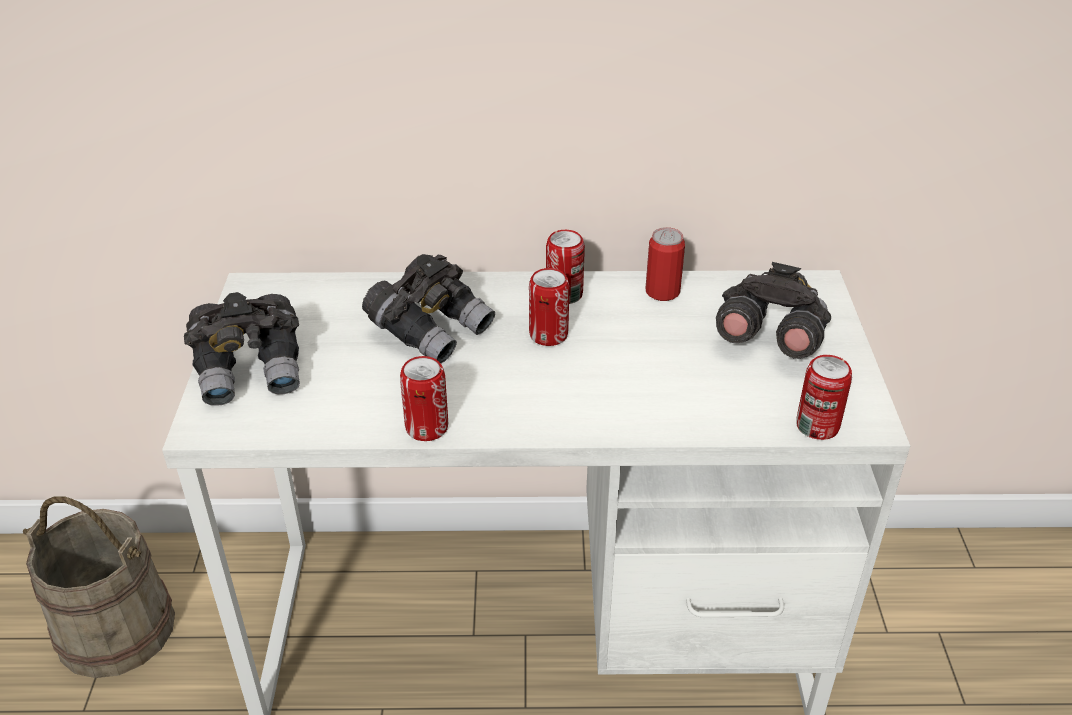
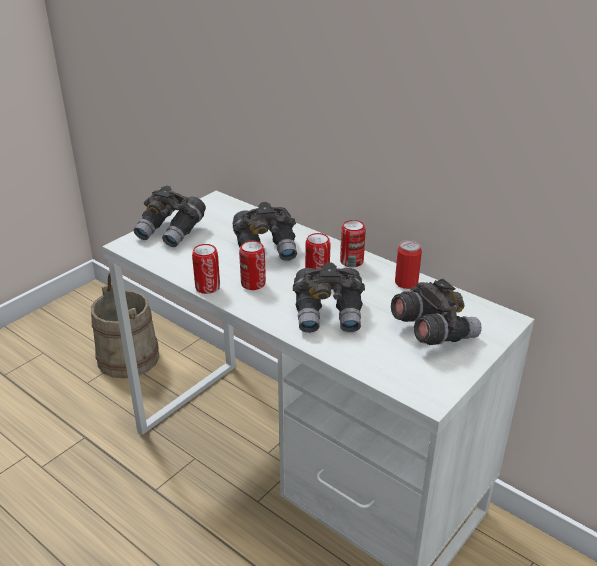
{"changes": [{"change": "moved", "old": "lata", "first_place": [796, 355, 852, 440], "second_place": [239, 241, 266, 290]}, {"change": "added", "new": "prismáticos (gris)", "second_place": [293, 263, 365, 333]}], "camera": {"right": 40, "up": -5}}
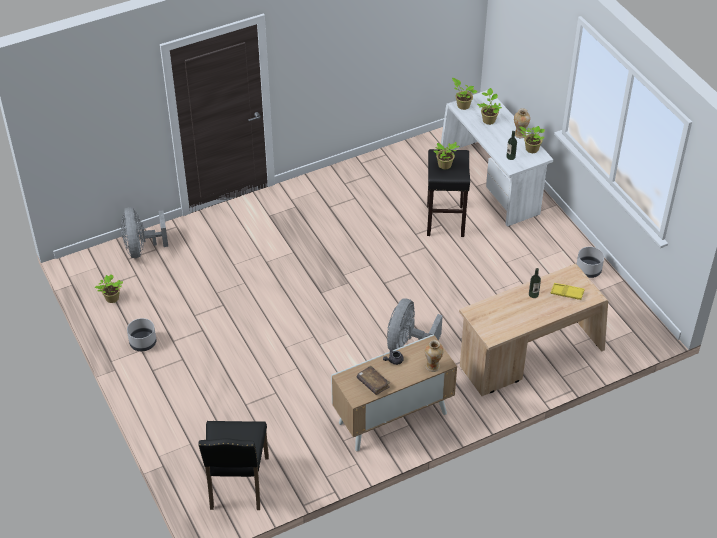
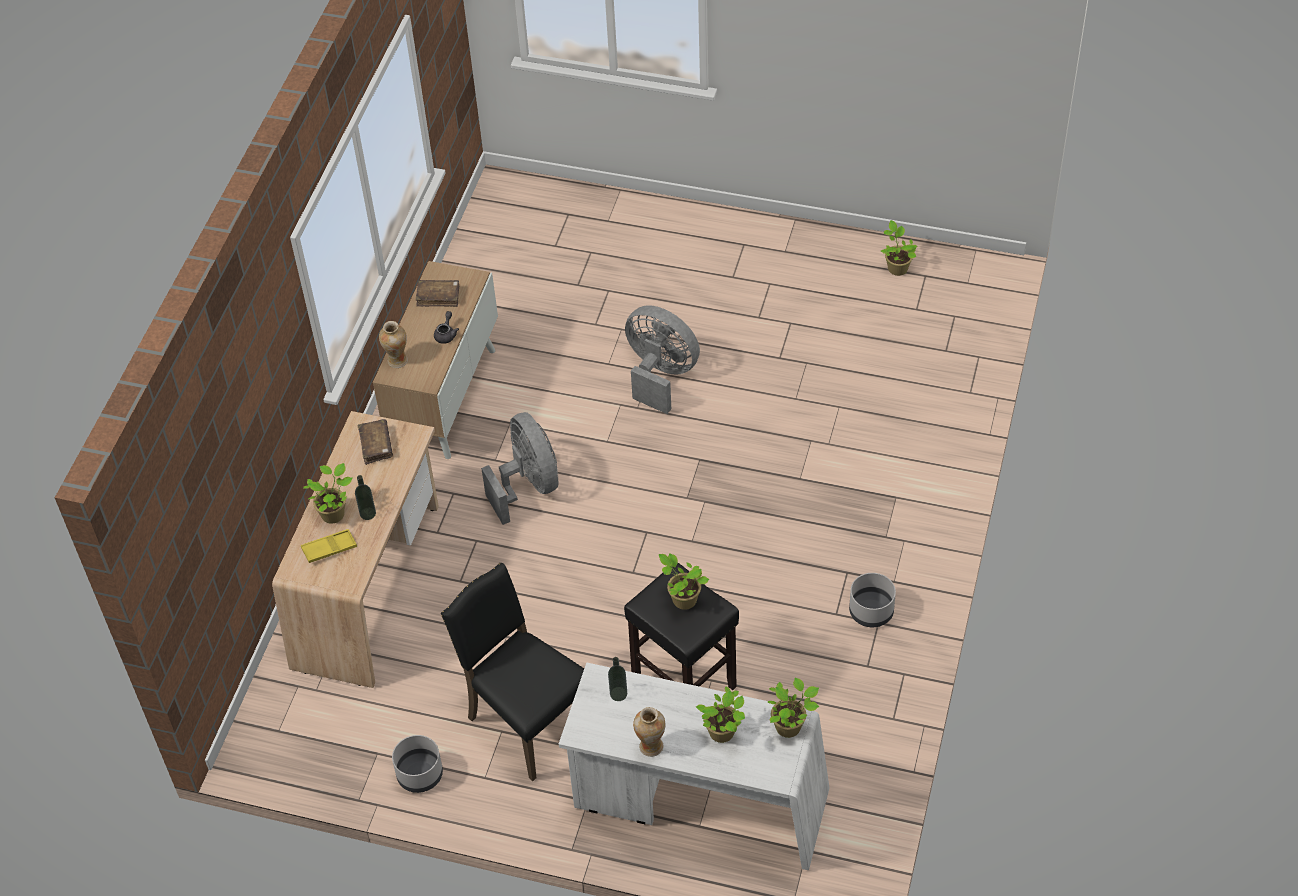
{"changes": [{"change": "moved", "old": "planta en maceta", "first_place": [520, 126, 545, 153], "second_place": [303, 463, 352, 524]}, {"change": "added", "new": "libro (marrón)", "second_place": [357, 419, 393, 465]}, {"change": "moved", "old": "silla (negro)", "first_place": [198, 421, 269, 510], "second_place": [441, 563, 584, 781]}, {"change": "moved", "old": "ventilador (gris)", "first_place": [121, 207, 169, 258], "second_place": [625, 305, 700, 414]}, {"change": "moved", "old": "maceta (gris)", "first_place": [127, 318, 157, 351], "second_place": [849, 573, 896, 627]}], "camera": {"right": 135, "up": 5}}
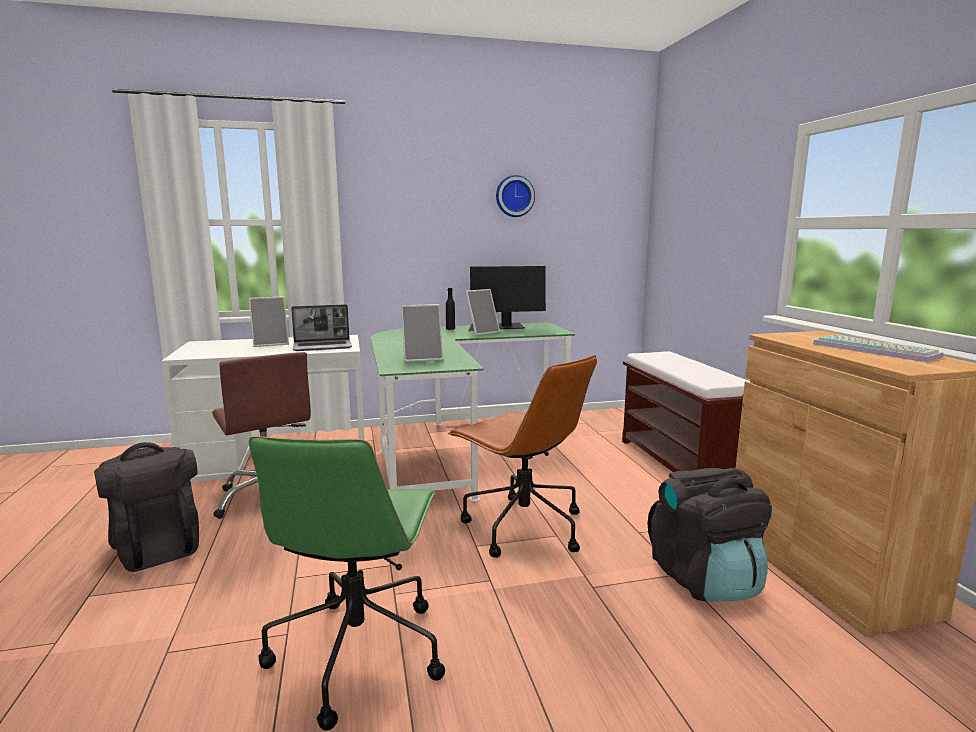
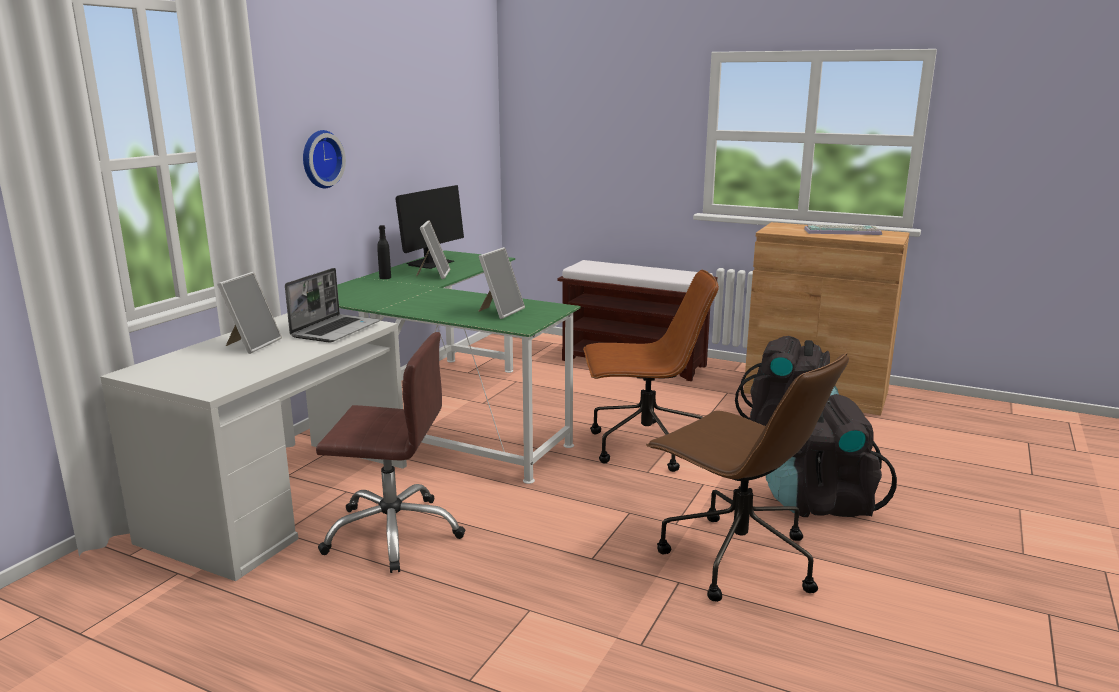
{"changes": [{"change": "moved", "old": "reloj de pared", "first_place": [496, 175, 535, 217], "second_place": [303, 130, 346, 188]}, {"change": "recoloured", "old": "silla de oficina (verde)", "new": "silla de oficina (marrón)", "first_place": [249, 436, 445, 731], "second_place": [646, 353, 849, 602]}, {"change": "moved", "old": "mochila (negro)", "first_place": [94, 442, 199, 572], "second_place": [766, 394, 897, 517]}], "camera": {"right": -50, "up": 5}}
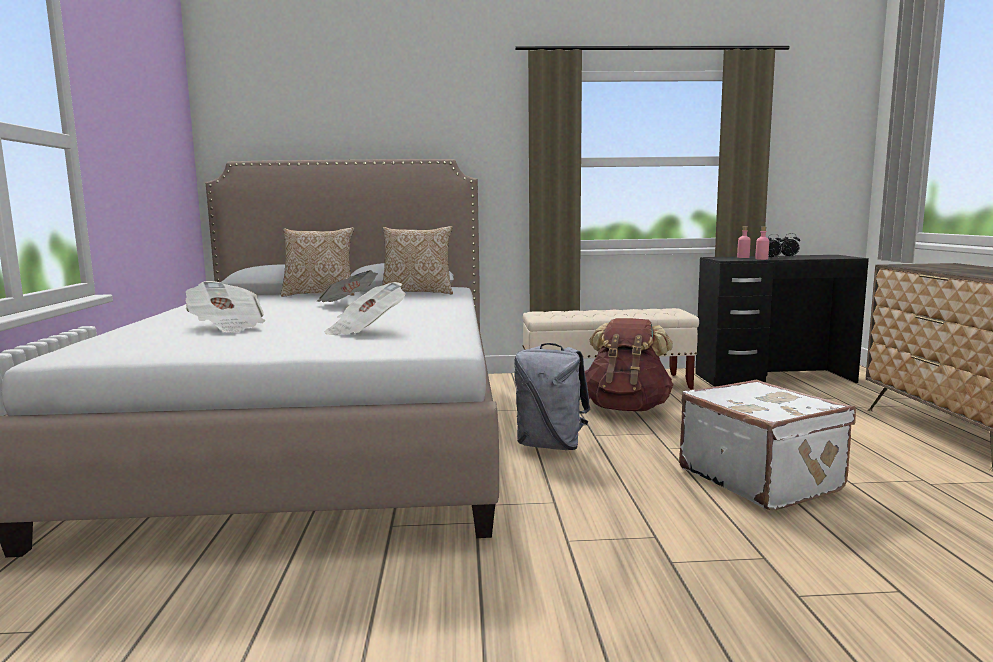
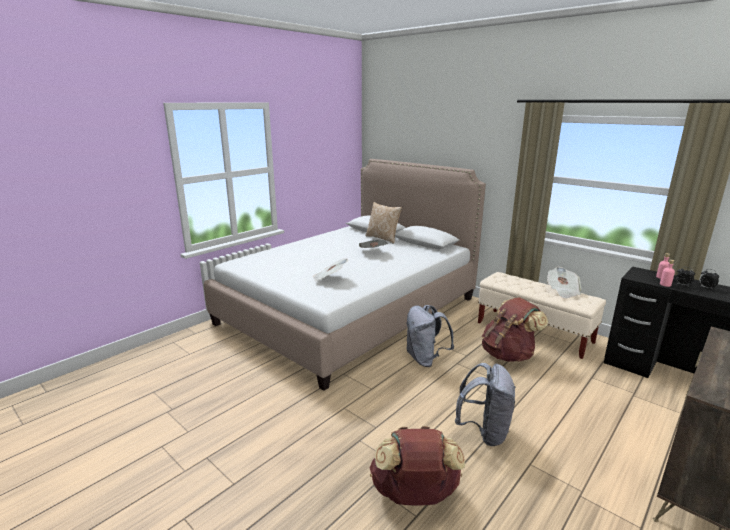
{"changes": [{"change": "added", "new": "mochila (marrón)", "second_place": [370, 426, 465, 505]}, {"change": "replaced", "old": "maleta (blanco)", "new": "mochila (gris)", "first_place": [679, 379, 856, 510], "second_place": [455, 363, 516, 446]}, {"change": "moved", "old": "periódico", "first_place": [186, 281, 265, 333], "second_place": [547, 267, 581, 298]}, {"change": "removed", "old": "cojín", "first_place": [382, 226, 453, 294]}], "camera": {"right": 45, "up": 10}}
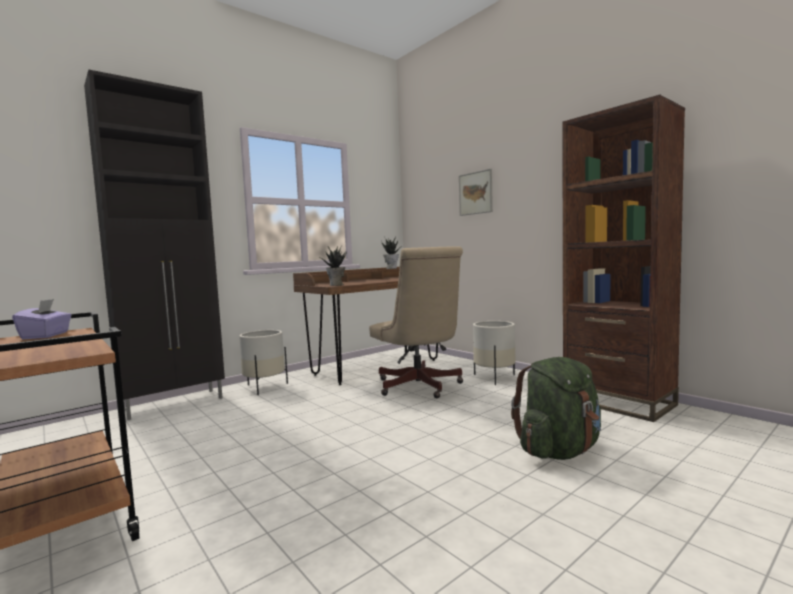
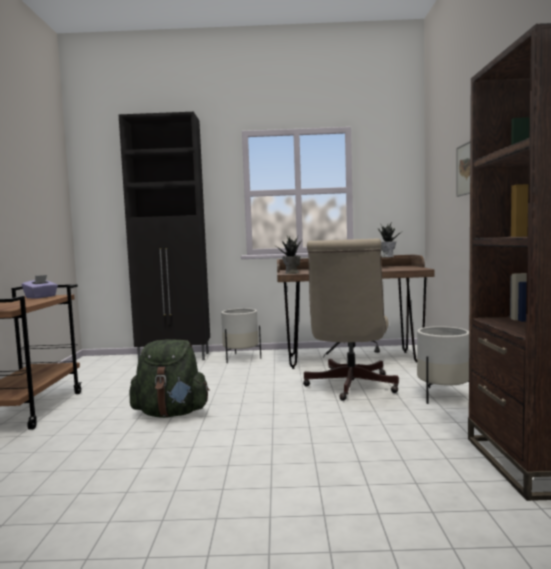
{"changes": [{"change": "moved", "old": "mochila (verde)", "first_place": [511, 357, 601, 460], "second_place": [130, 339, 210, 418]}], "camera": {"right": 40, "up": 0}}
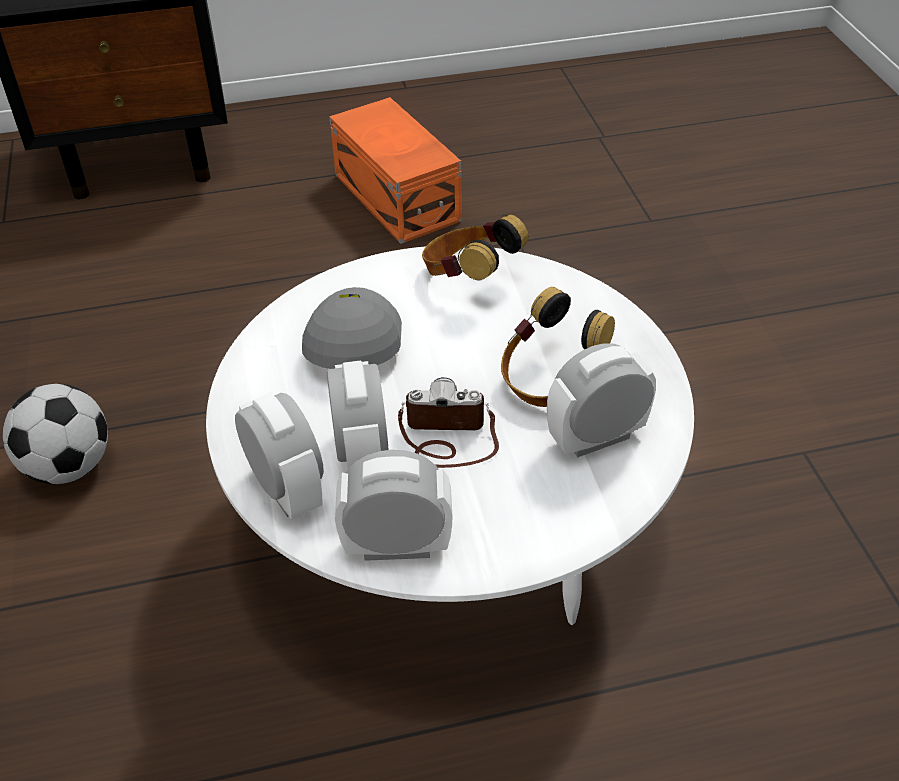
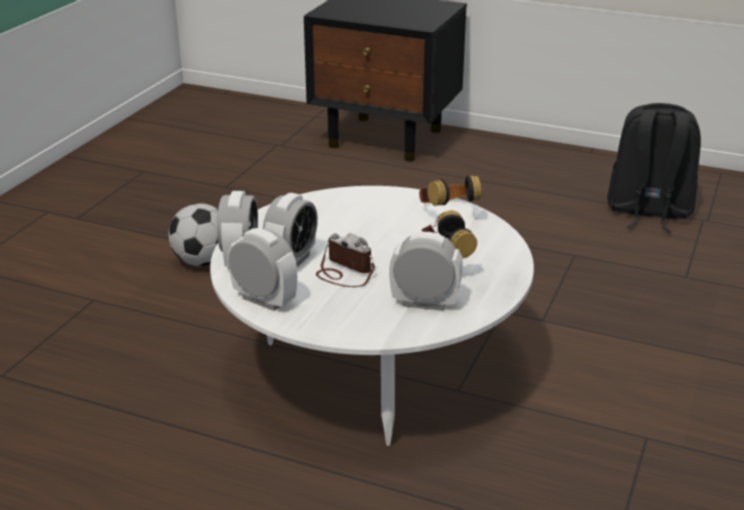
{"changes": [{"change": "added", "new": "mochila (negro)", "second_place": [607, 103, 701, 233]}, {"change": "removed", "old": "gorra (gris)", "first_place": [302, 287, 402, 369]}, {"change": "removed", "old": "caja de almacenaje (naranja)", "first_place": [329, 97, 462, 244]}], "camera": {"right": 35, "up": -15}}
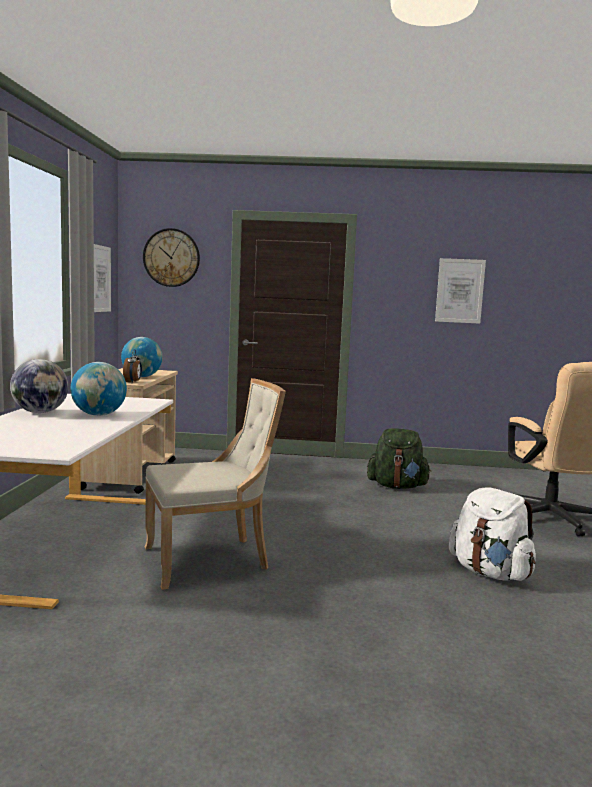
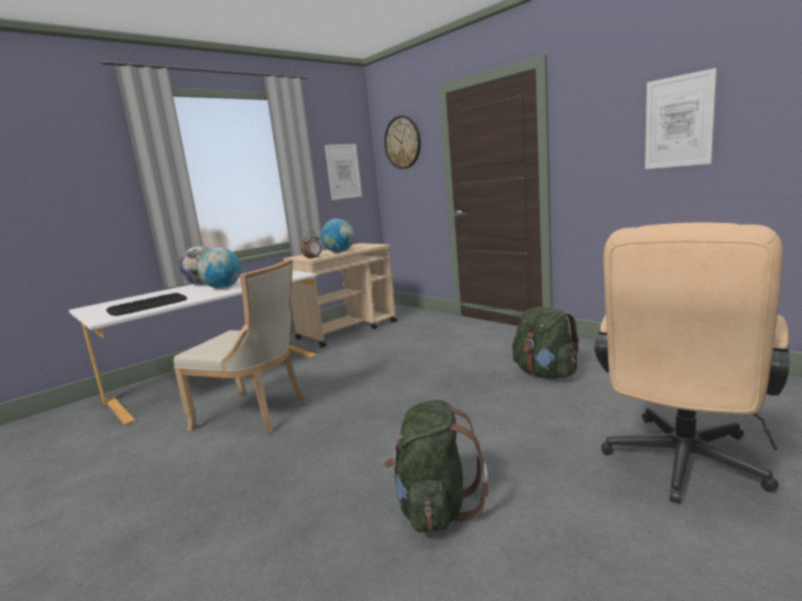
{"changes": [{"change": "added", "new": "teclado", "second_place": [106, 293, 187, 316]}, {"change": "recoloured", "old": "mochila (blanco)", "new": "mochila (verde)", "first_place": [449, 487, 536, 581], "second_place": [384, 400, 488, 533]}], "camera": {"right": 45, "up": 5}}
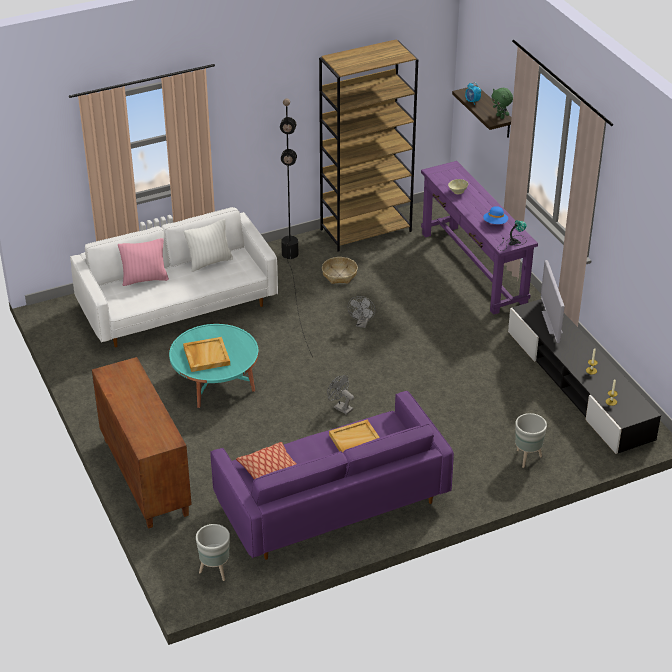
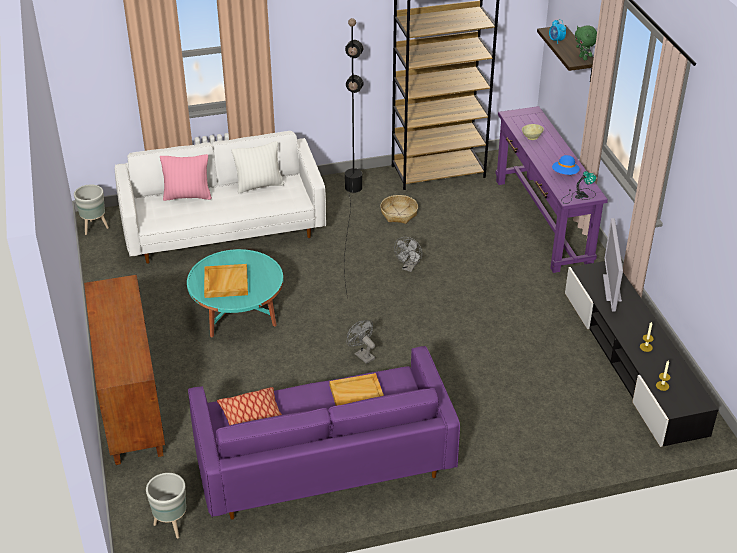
{"changes": [{"change": "moved", "old": "maceta (gris)", "first_place": [515, 413, 547, 468], "second_place": [74, 184, 109, 235]}], "camera": {"right": 10, "up": 0}}
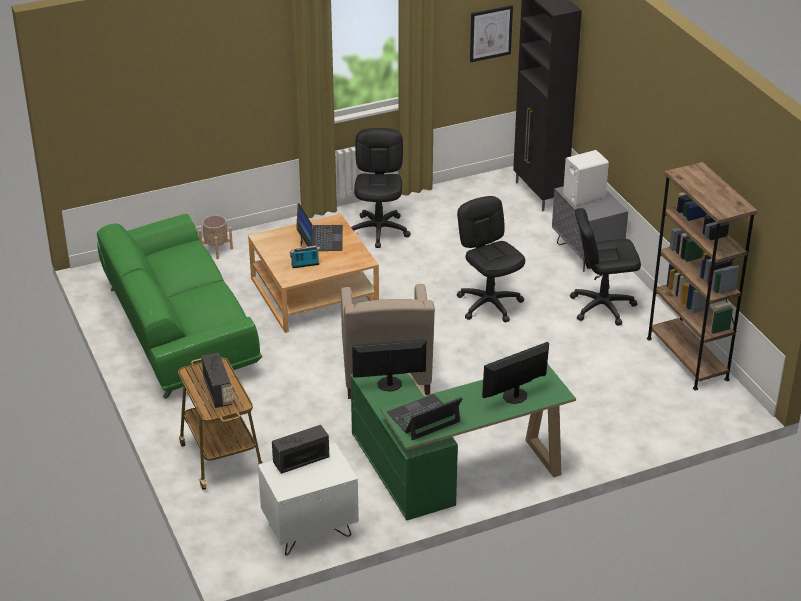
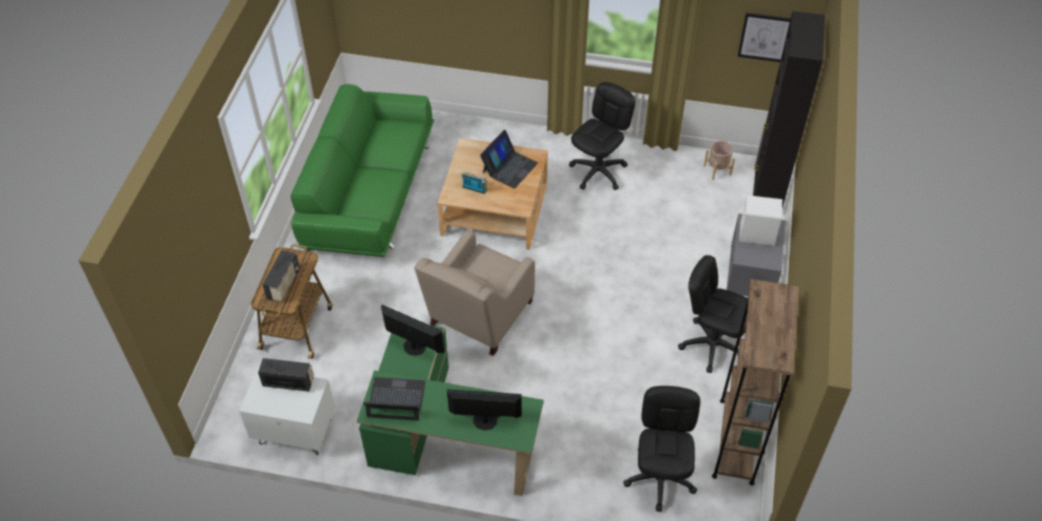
{"changes": [{"change": "moved", "old": "silla de oficina (negro)", "first_place": [457, 196, 525, 322], "second_place": [623, 386, 700, 512]}, {"change": "moved", "old": "maceta (beis)", "first_place": [199, 215, 233, 259], "second_place": [704, 141, 735, 180]}], "camera": {"right": 35, "up": 15}}
